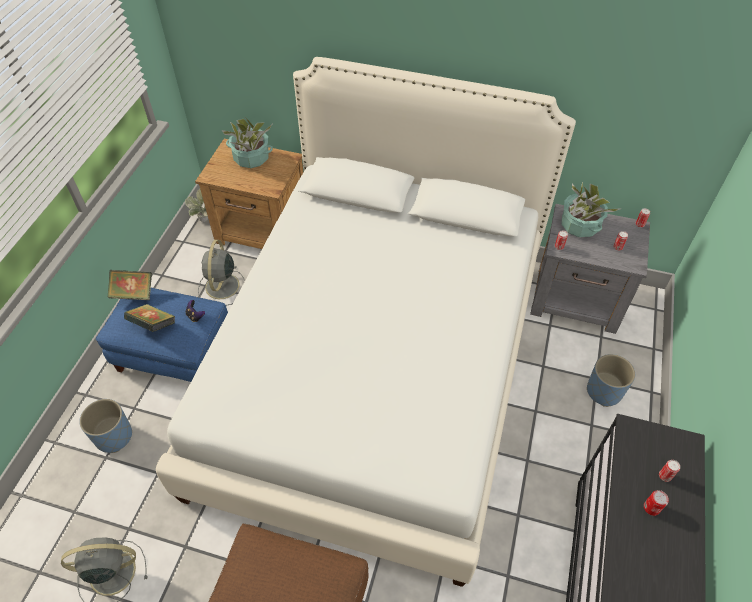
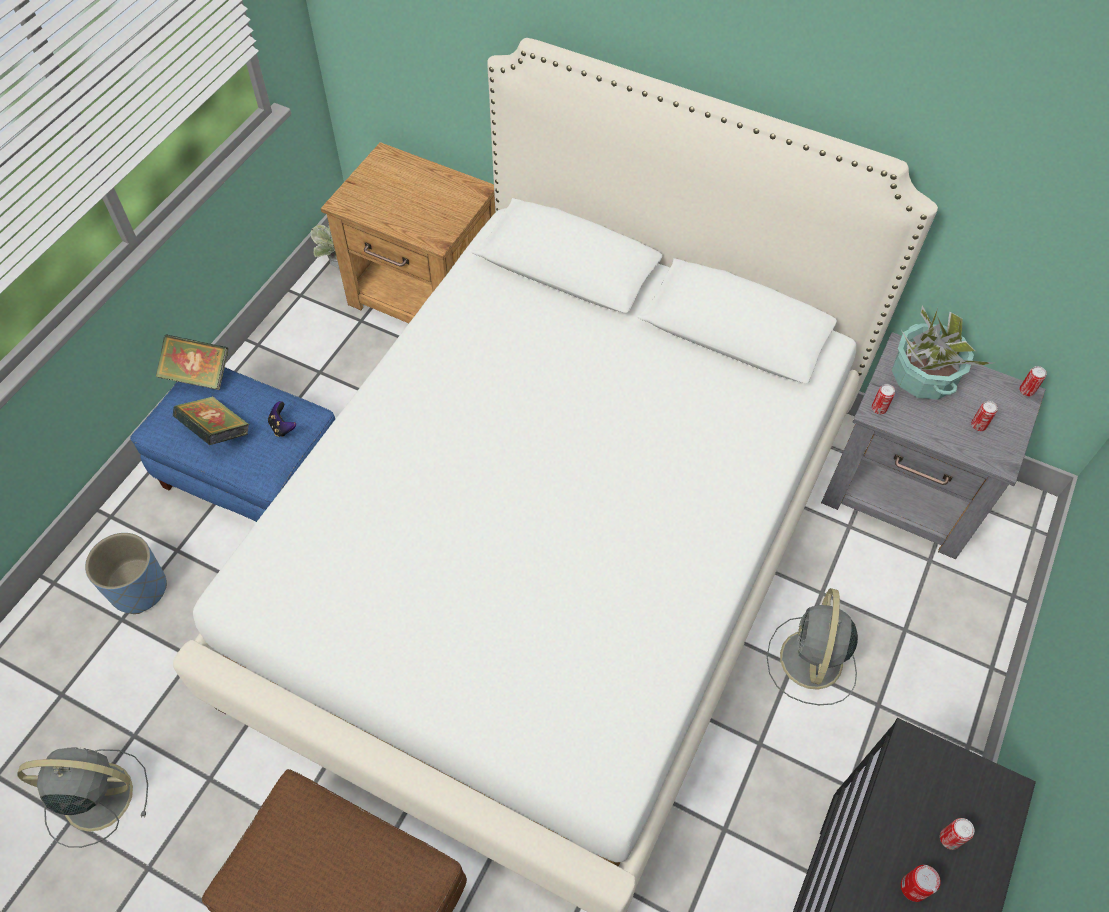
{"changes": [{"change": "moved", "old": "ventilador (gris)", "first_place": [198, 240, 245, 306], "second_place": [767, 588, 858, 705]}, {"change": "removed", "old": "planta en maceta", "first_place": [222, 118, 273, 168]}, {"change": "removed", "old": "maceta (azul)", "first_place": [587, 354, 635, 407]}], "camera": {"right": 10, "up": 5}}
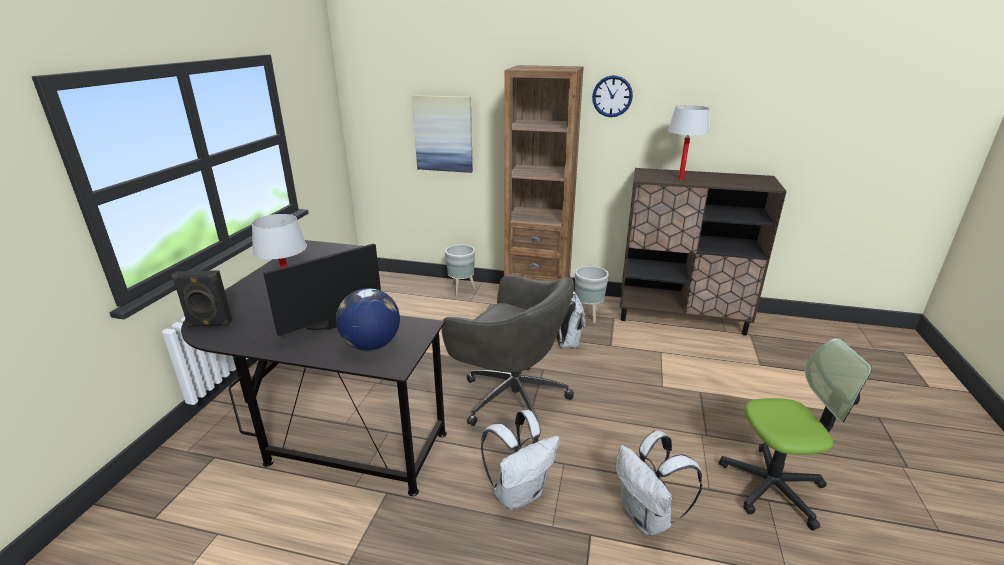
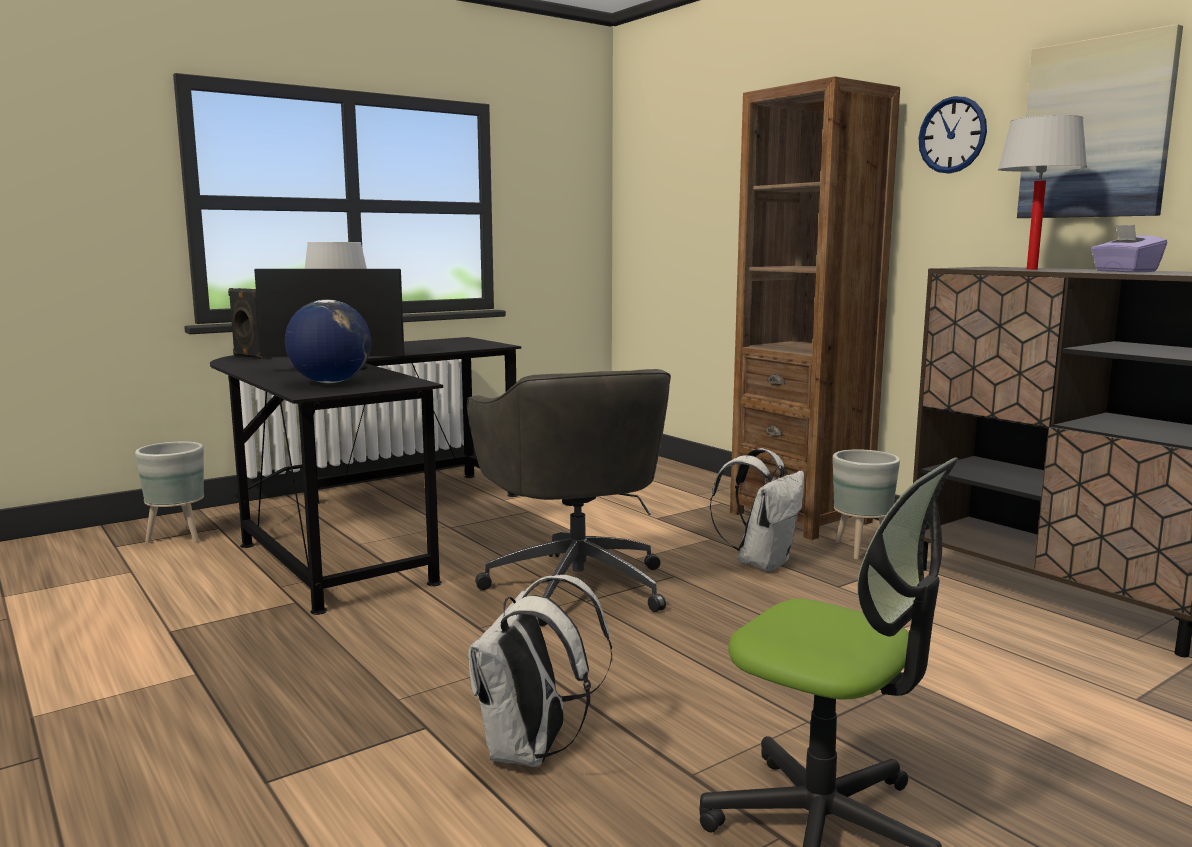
{"changes": [{"change": "moved", "old": "maceta (gris)", "first_place": [445, 244, 476, 297], "second_place": [135, 441, 204, 543]}, {"change": "moved", "old": "cuadro", "first_place": [412, 95, 473, 173], "second_place": [1017, 24, 1183, 218]}, {"change": "added", "new": "caja de pañuelos (morado)", "second_place": [1091, 225, 1167, 272]}, {"change": "removed", "old": "mochila (blanco)", "first_place": [481, 410, 560, 510]}], "camera": {"right": 40, "up": -15}}
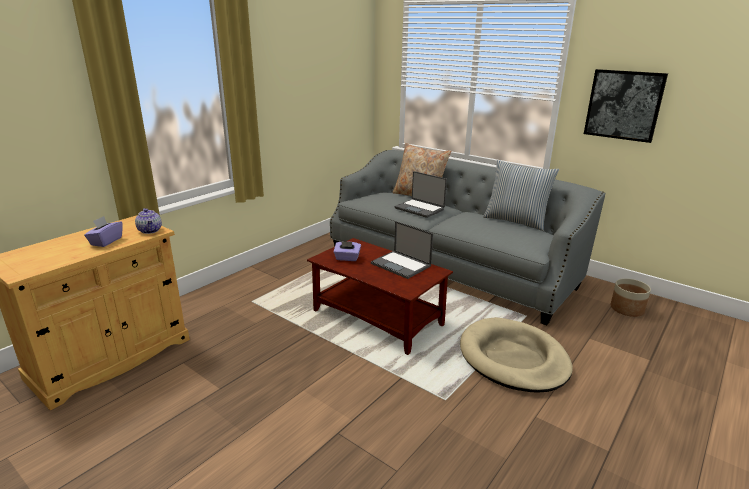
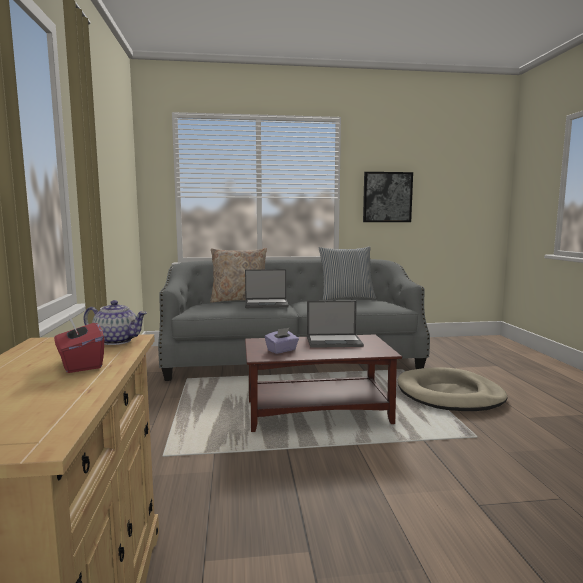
{"changes": [{"change": "recoloured", "old": "caja de pañuelos (morado)", "new": "caja de pañuelos (rojo)", "first_place": [84, 216, 122, 247], "second_place": [54, 314, 104, 373]}, {"change": "removed", "old": "maceta", "first_place": [610, 278, 651, 317]}], "camera": {"right": -45, "up": -15}}
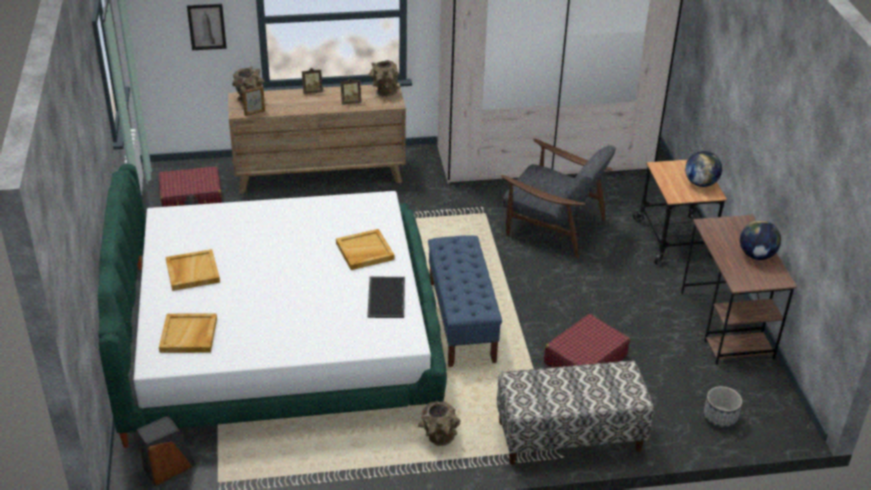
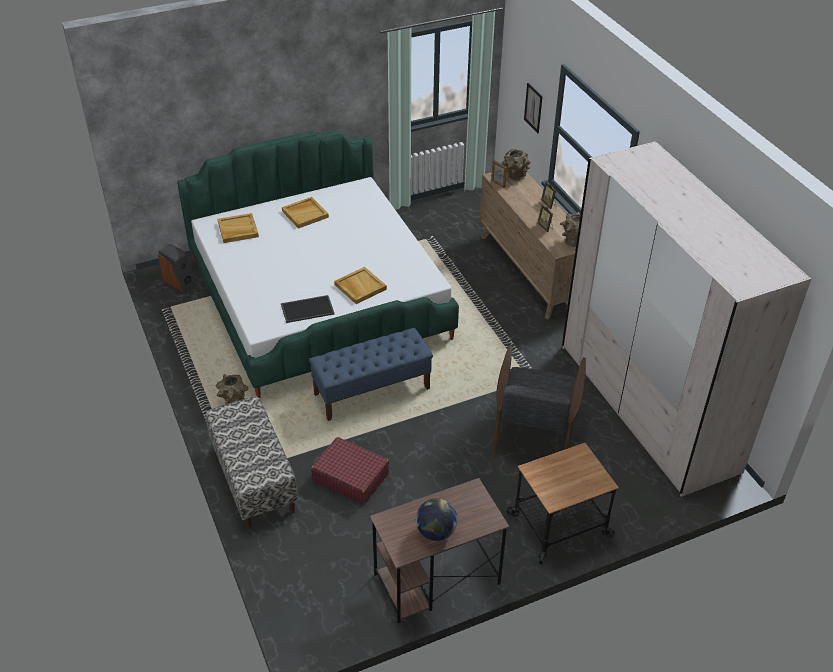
{"changes": [{"change": "removed", "old": "maleta (rojo)", "first_place": [159, 166, 222, 207]}, {"change": "removed", "old": "globo terráqueo", "first_place": [685, 151, 722, 187]}, {"change": "removed", "old": "maceta", "first_place": [703, 386, 742, 429]}], "camera": {"right": 75, "up": 5}}
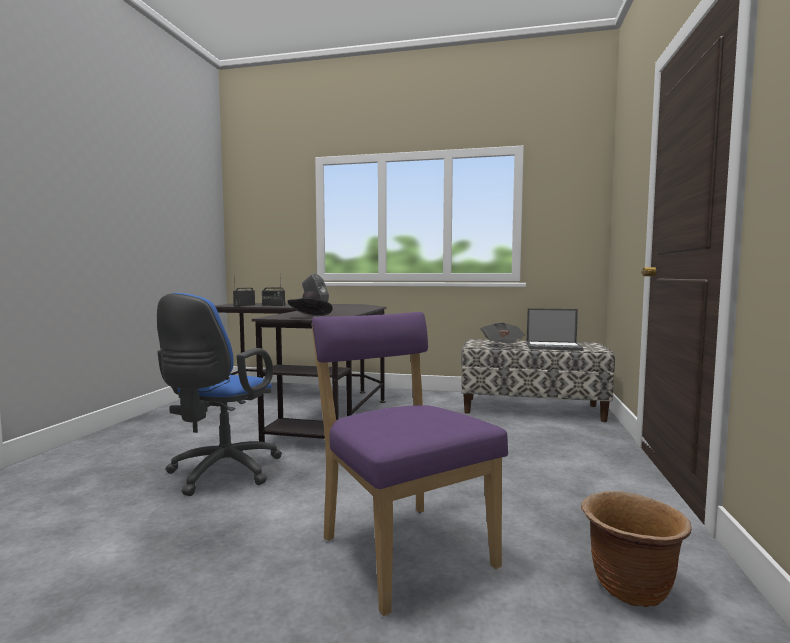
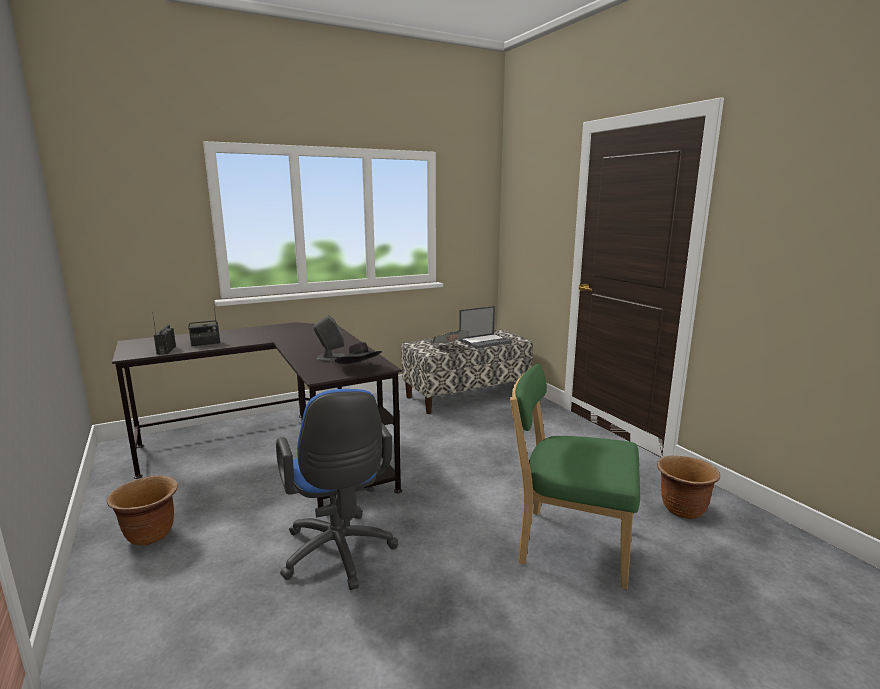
{"changes": [{"change": "added", "new": "maceta (marrón)", "second_place": [107, 476, 178, 546]}, {"change": "recoloured", "old": "silla (morado)", "new": "silla (verde)", "first_place": [312, 312, 508, 616], "second_place": [510, 363, 640, 589]}], "camera": {"right": -40, "up": 10}}
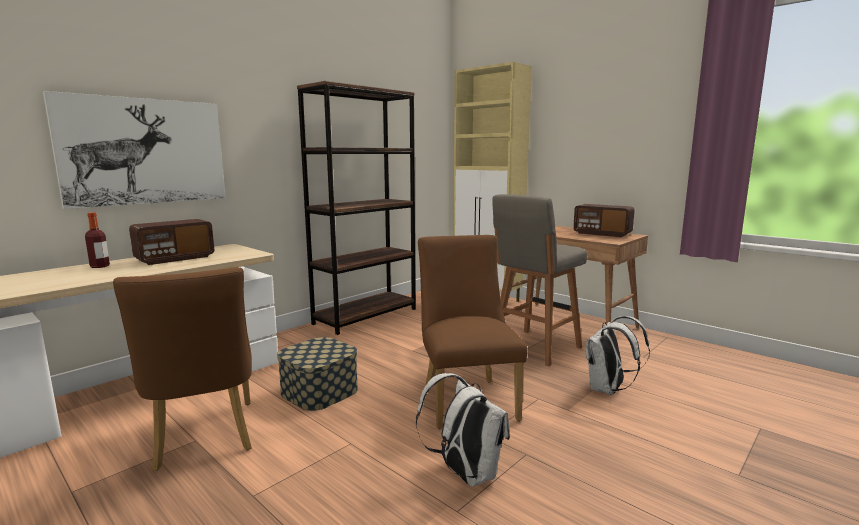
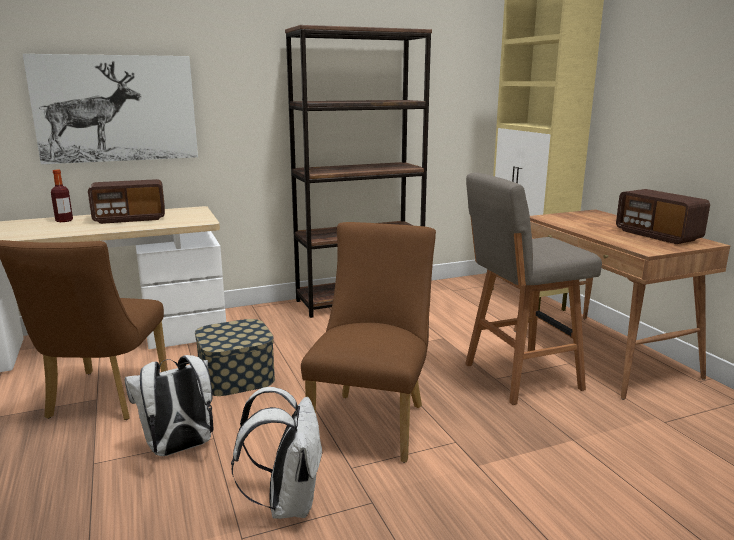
{"changes": [{"change": "moved", "old": "mochila (blanco)", "first_place": [586, 316, 650, 395], "second_place": [124, 355, 214, 456]}], "camera": {"right": 25, "up": 5}}
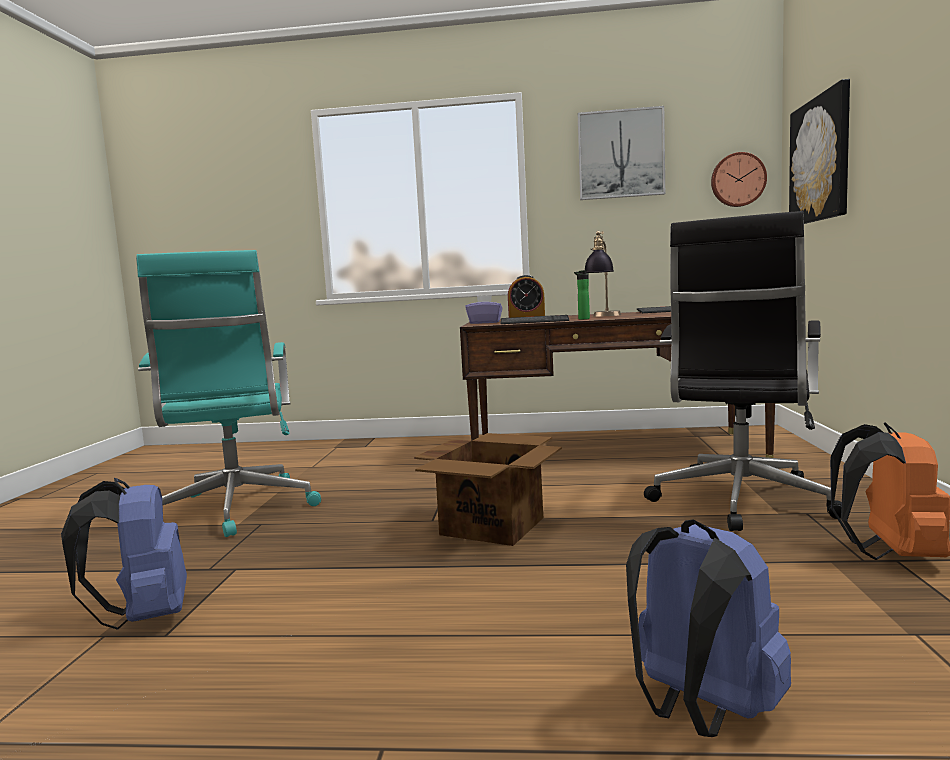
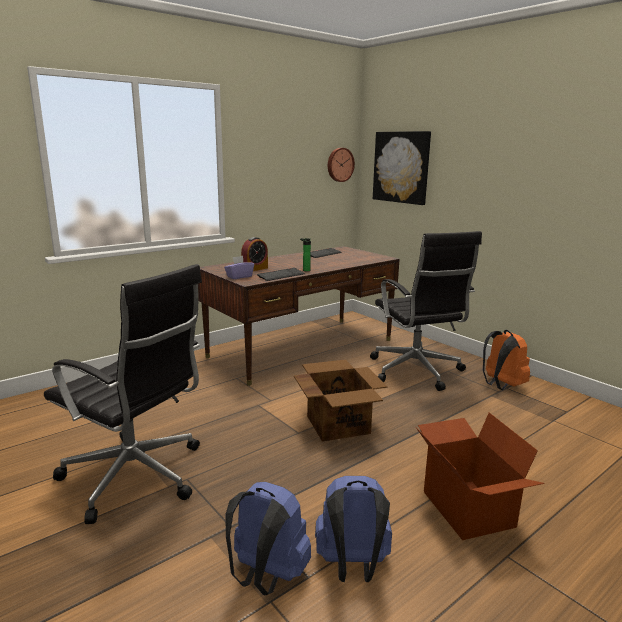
{"changes": [{"change": "recoloured", "old": "silla de oficina (turquesa)", "new": "silla de oficina (negro)", "first_place": [136, 250, 321, 537], "second_place": [44, 264, 202, 524]}, {"change": "moved", "old": "mochila (azul)", "first_place": [626, 519, 791, 737], "second_place": [315, 476, 392, 582]}, {"change": "added", "new": "caja de cartón", "second_place": [416, 413, 545, 540]}, {"change": "removed", "old": "cuadro", "first_place": [578, 106, 665, 200]}, {"change": "removed", "old": "lámpara de mesa", "first_place": [585, 231, 621, 317]}], "camera": {"right": -45, "up": 10}}
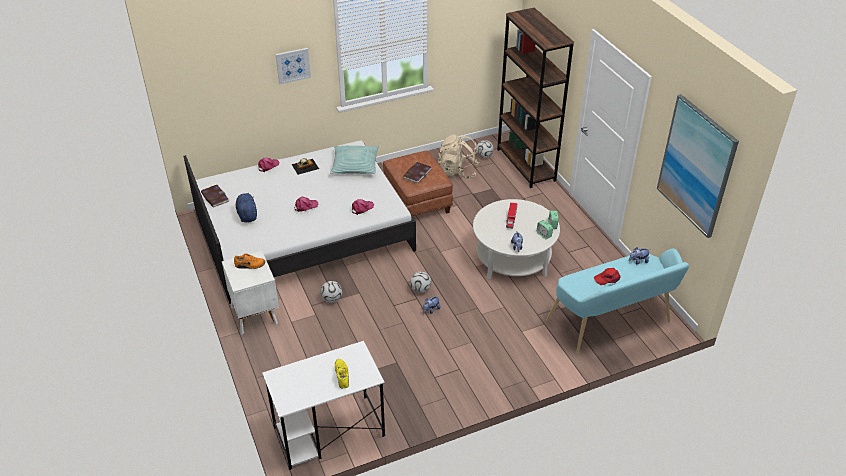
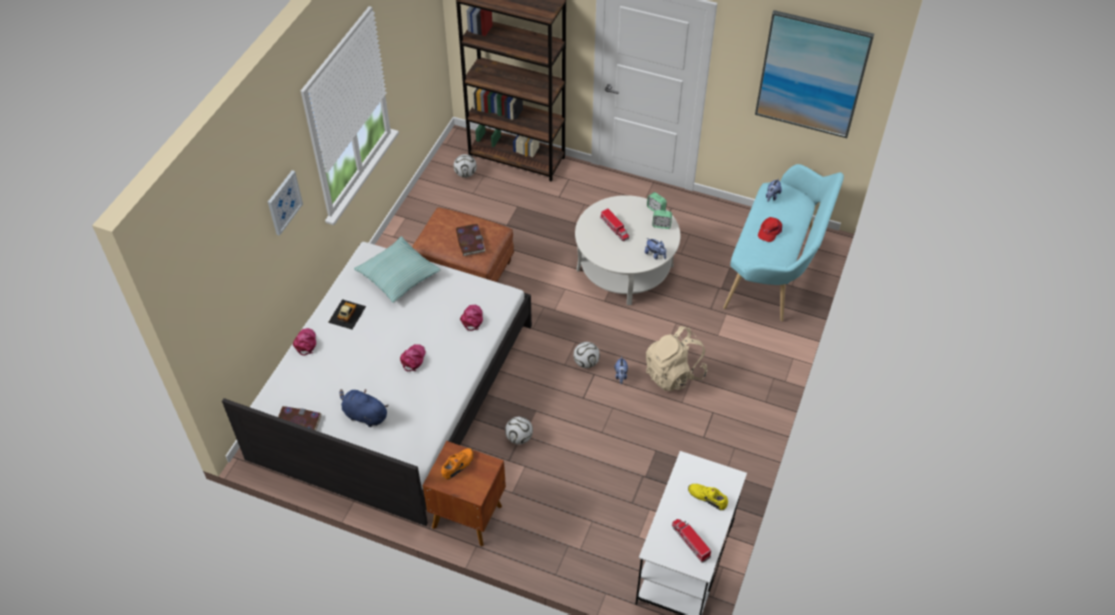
{"changes": [{"change": "recoloured", "old": "mesita de noche (blanco)", "new": "mesita de noche (marrón)", "first_place": [222, 251, 279, 335], "second_place": [423, 441, 506, 546]}, {"change": "moved", "old": "mochila (beis)", "first_place": [438, 135, 479, 179], "second_place": [646, 326, 707, 391]}, {"change": "added", "new": "camión de juguete", "second_place": [672, 519, 711, 563]}], "camera": {"right": -45, "up": 10}}
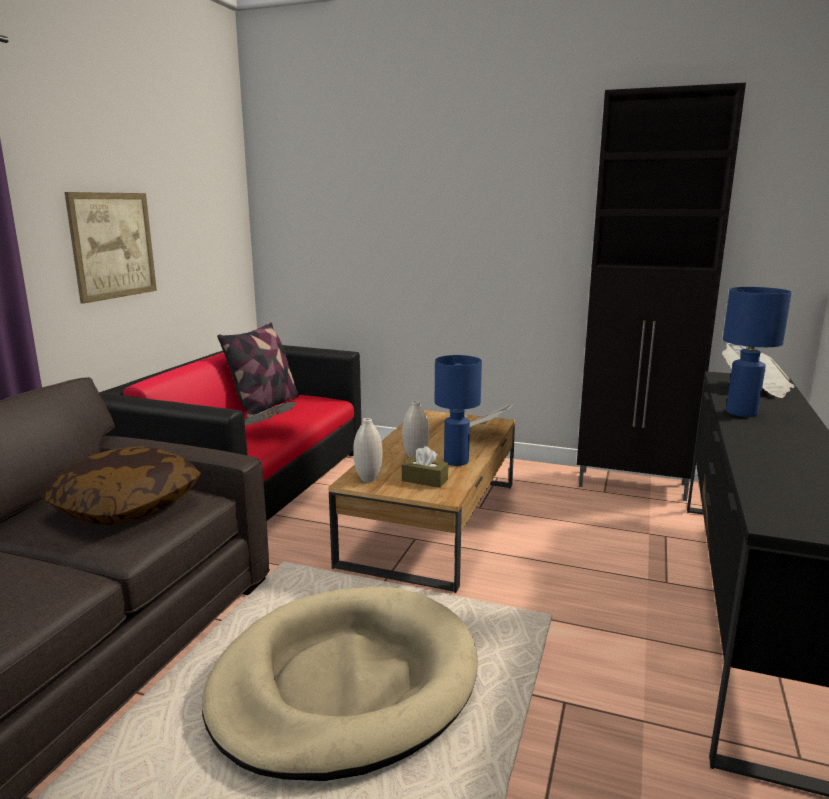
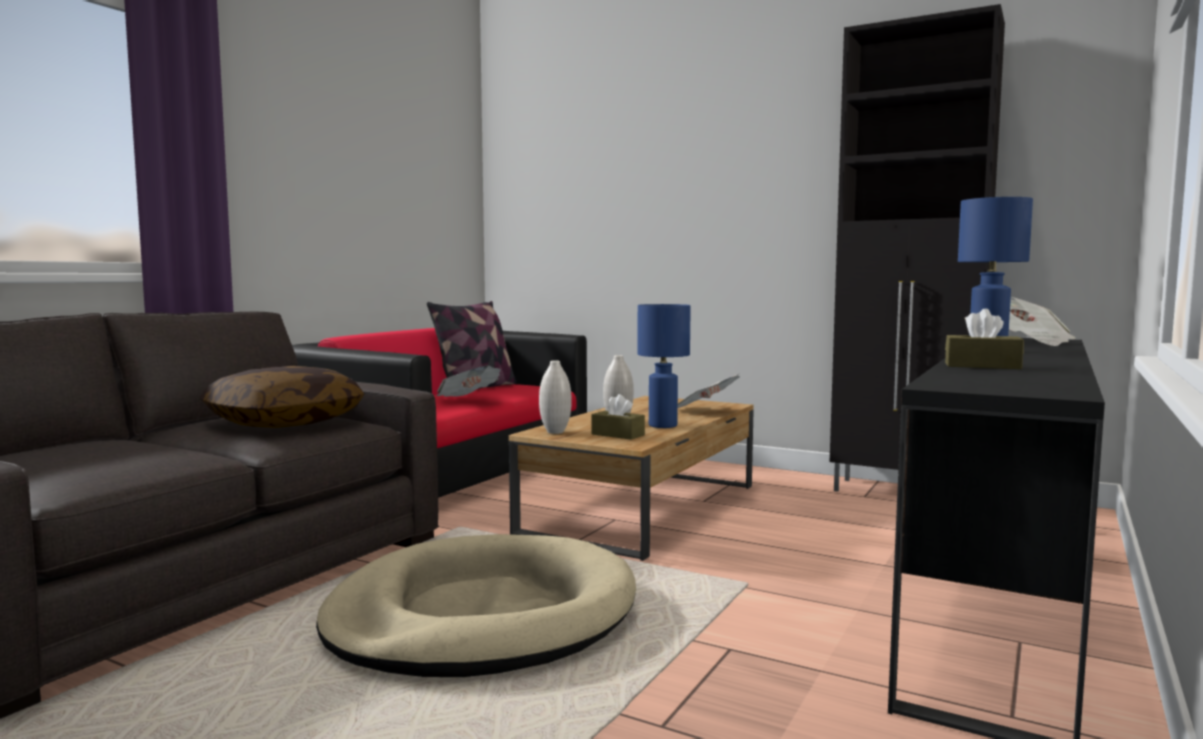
{"changes": [{"change": "added", "new": "caja de pañuelos (marrón)", "second_place": [945, 308, 1024, 369]}, {"change": "removed", "old": "cuadro", "first_place": [65, 192, 157, 304]}], "camera": {"right": 10, "up": -10}}
